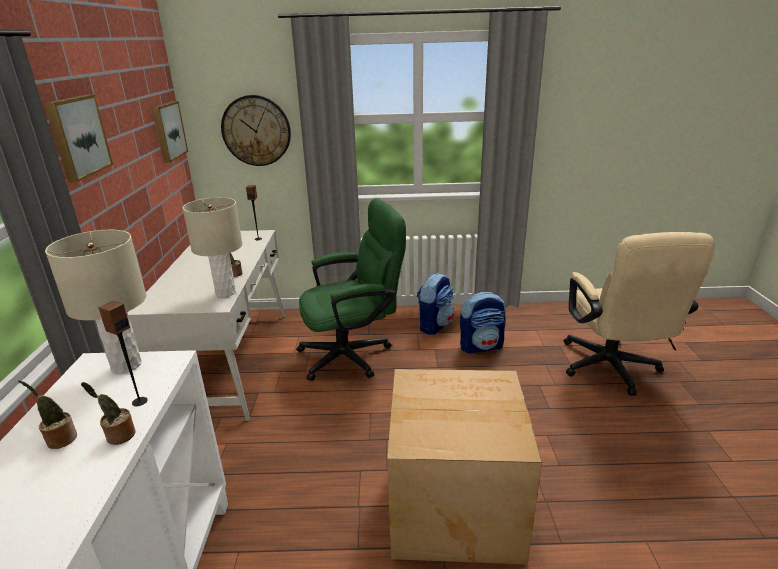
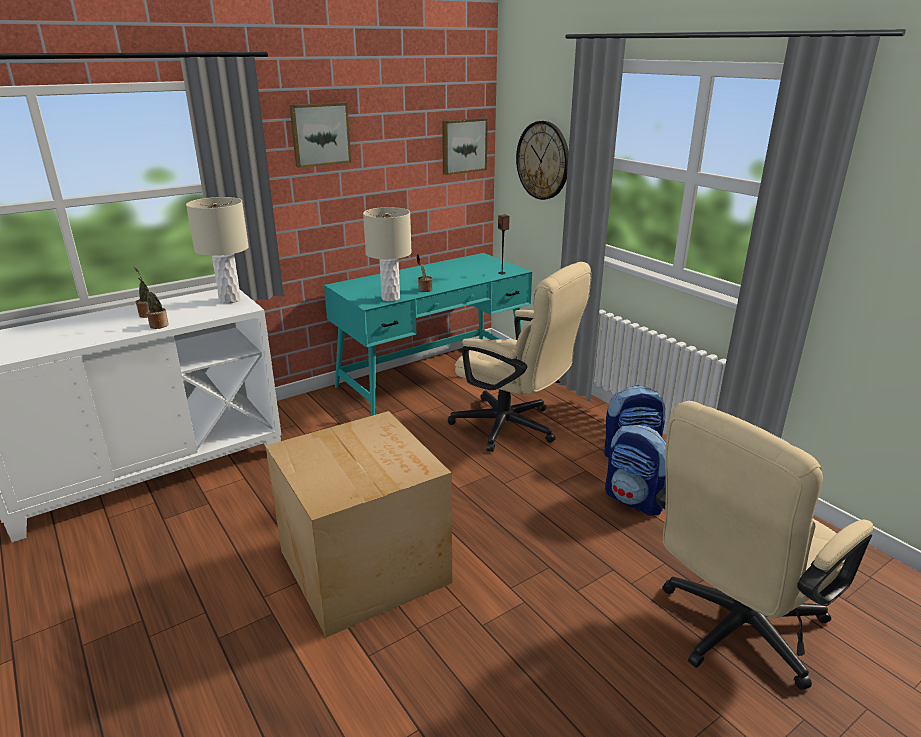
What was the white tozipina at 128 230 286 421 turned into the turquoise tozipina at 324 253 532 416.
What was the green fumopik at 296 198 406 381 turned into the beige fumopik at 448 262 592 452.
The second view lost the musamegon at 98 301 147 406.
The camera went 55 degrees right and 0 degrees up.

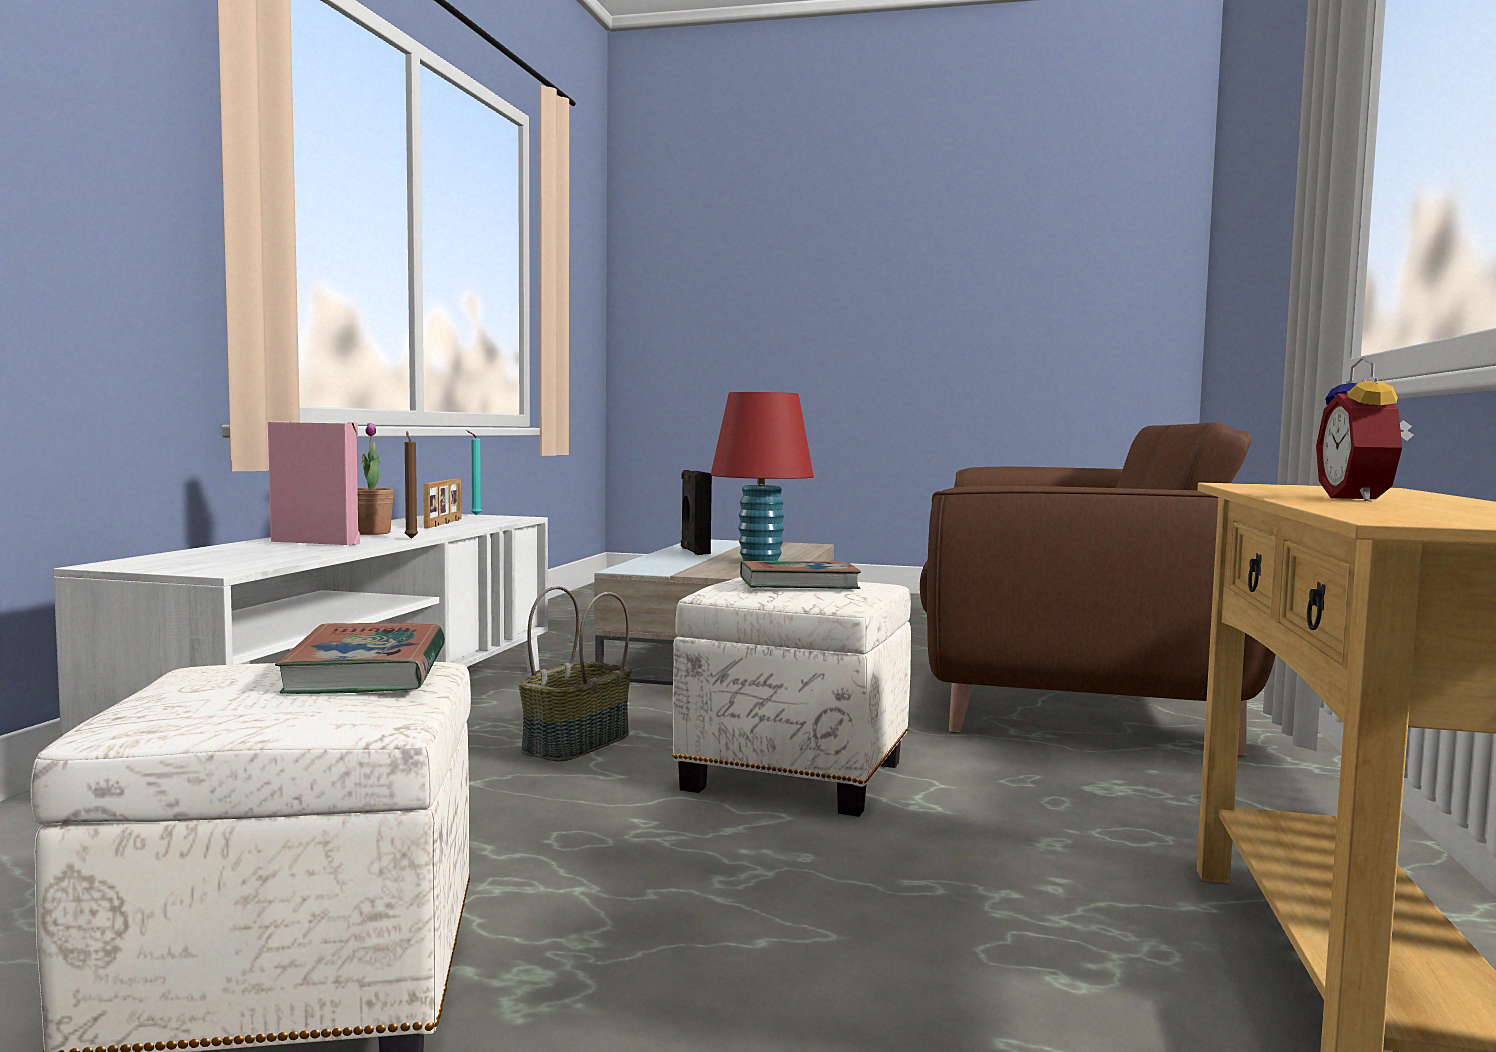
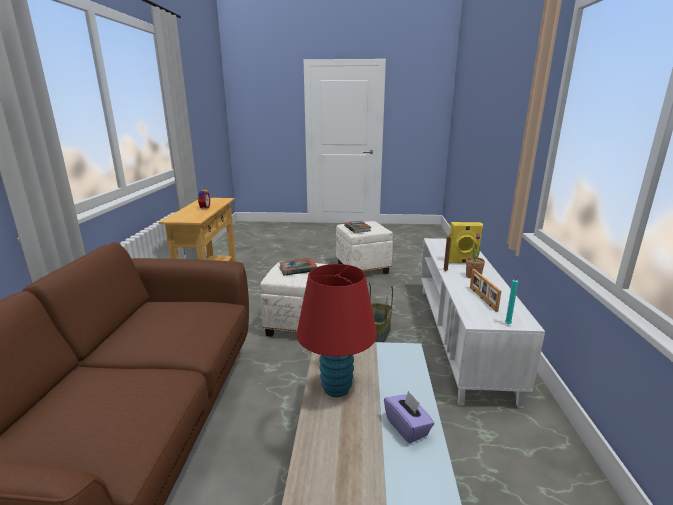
Where the black musamegon stood at 681 470 712 555, the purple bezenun came to stand at 384 391 434 443.
What was the pink musamegon at 268 421 360 545 turned into the yellow musamegon at 449 222 483 263.
The camera went 170 degrees right and 15 degrees up.

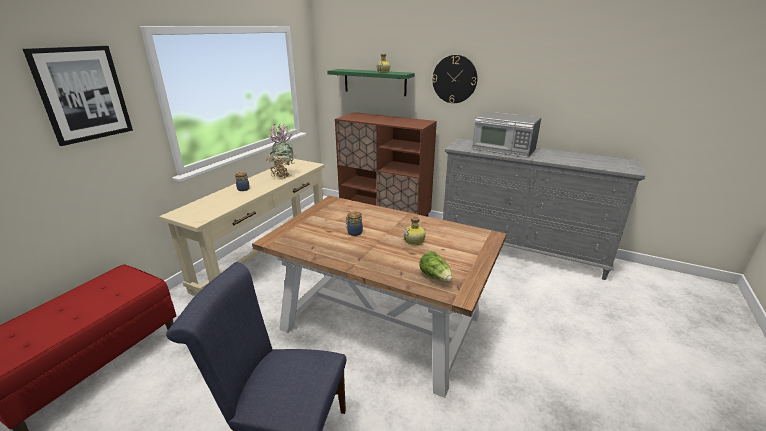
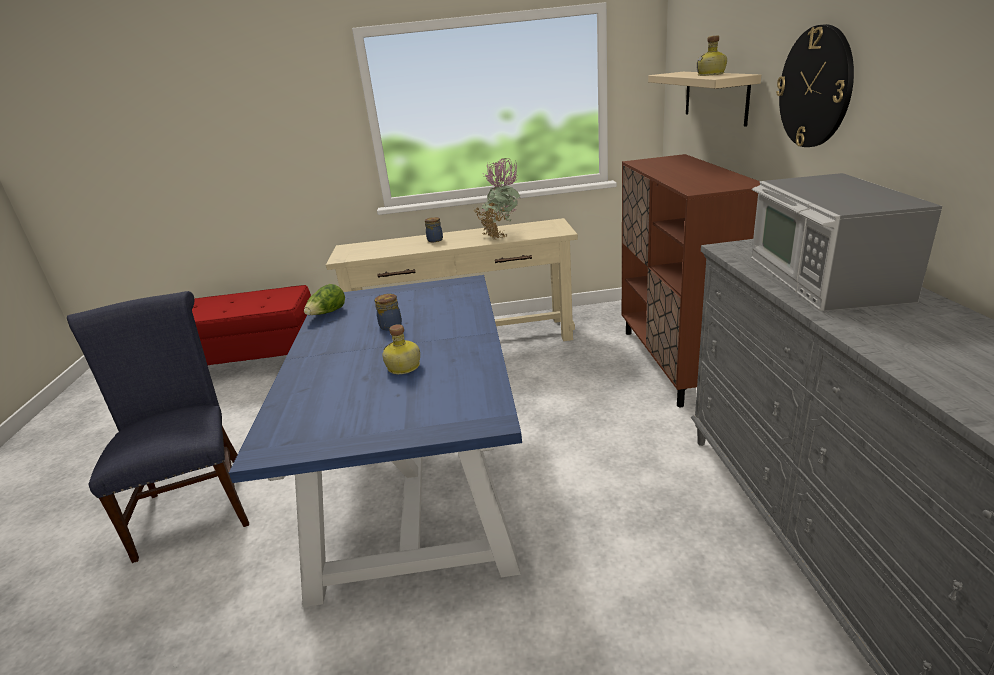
What was the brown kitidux at 252 196 507 398 turned into the blue kitidux at 229 275 522 607.
The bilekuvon ended up elsewhere, having gone from 419 251 452 282 to 304 284 345 315.
What was the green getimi at 327 69 415 96 turned into the beige getimi at 648 72 761 127.
The second view lost the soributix at 23 46 133 146.
The camera went 60 degrees right and 0 degrees up.

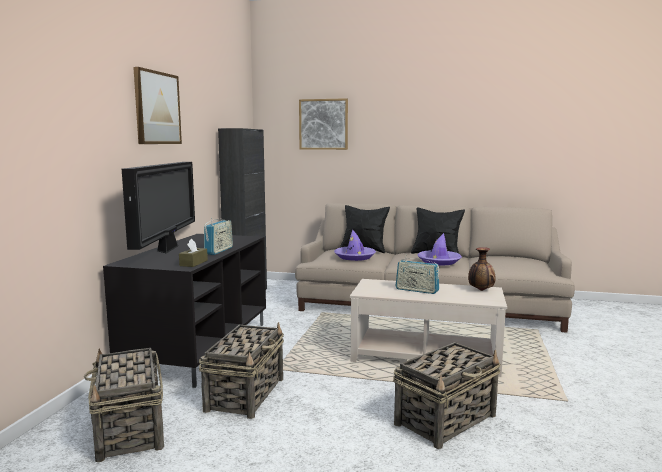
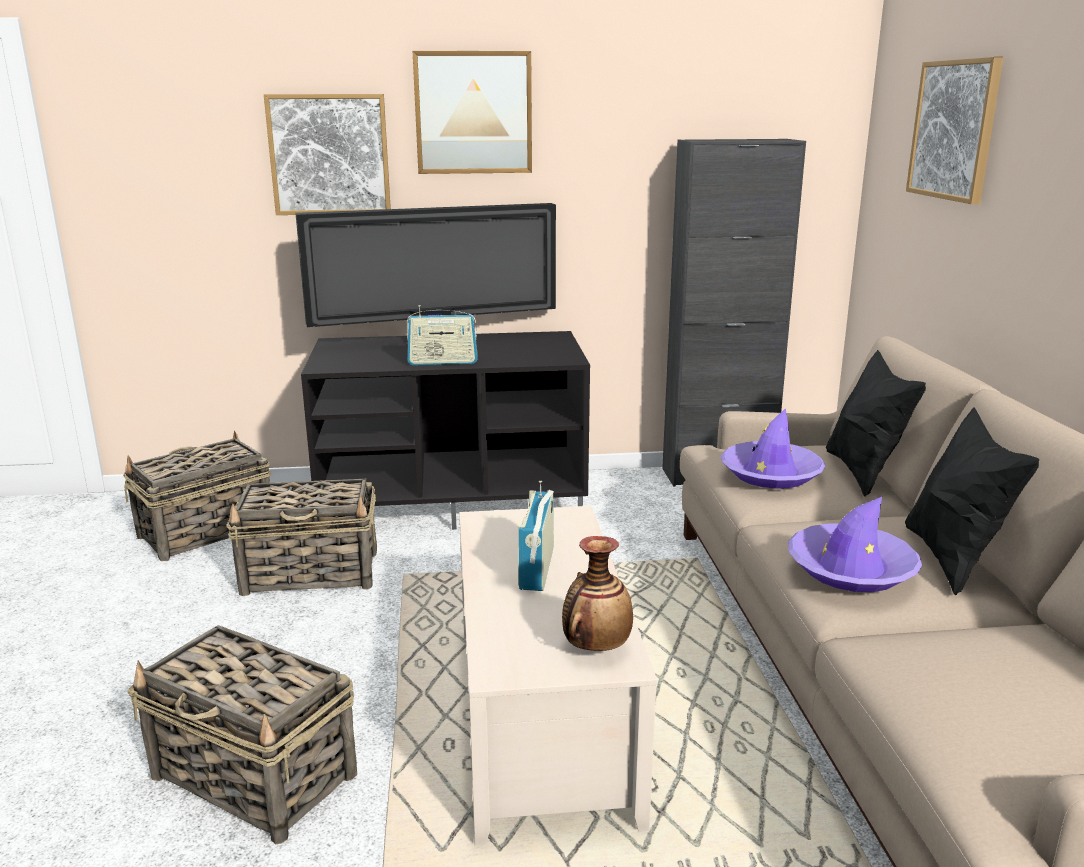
The second view gained the soributix at 264 94 391 215.
The second view lost the brown bezenun at 179 239 208 267.
The camera went 70 degrees right and 10 degrees up.

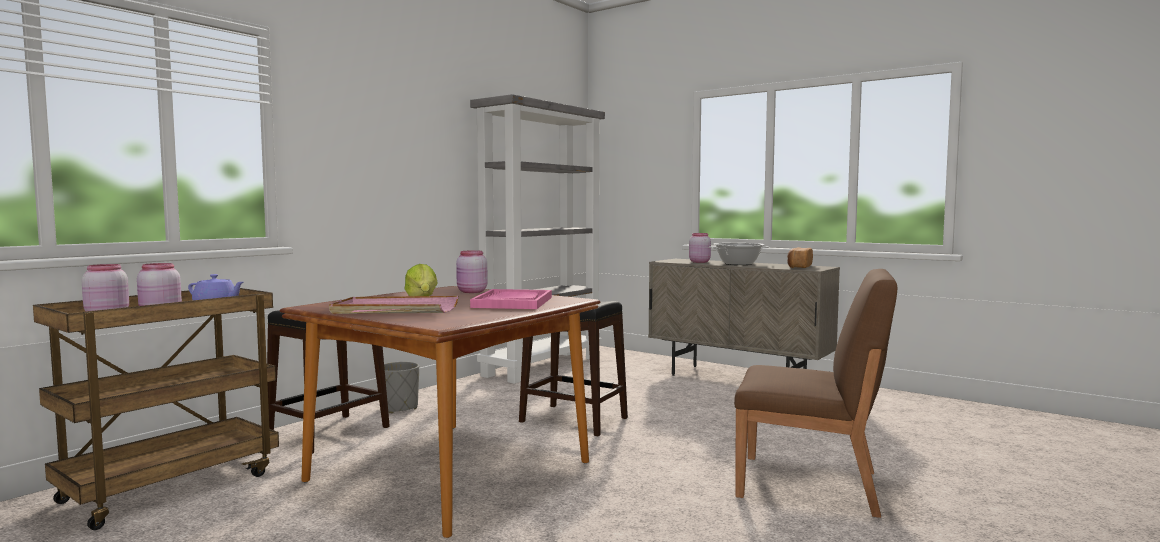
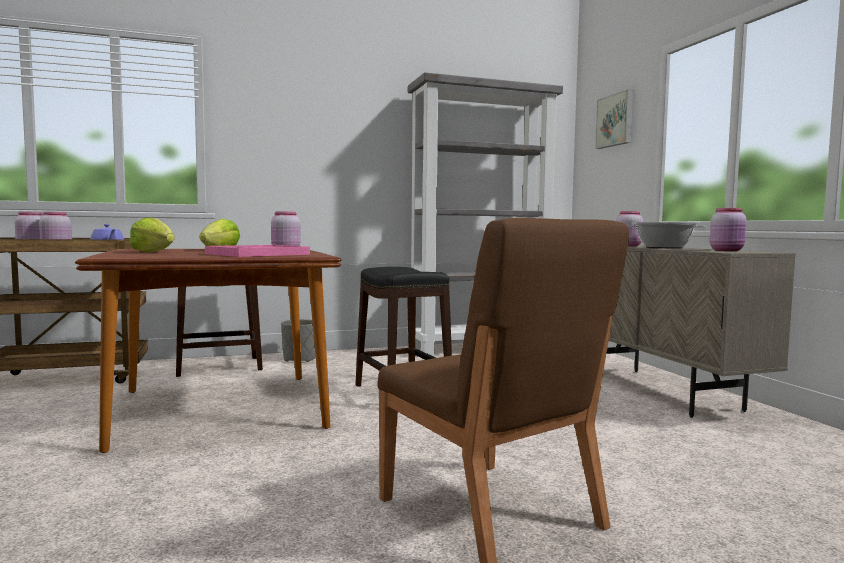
Where the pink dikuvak stood at 329 296 458 314, the bilekuvon came to stand at 130 218 175 252.
The second view gained the soributix at 595 89 633 149.
Where the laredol stood at 787 247 813 268, the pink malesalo came to stand at 710 208 746 251.
The camera went 35 degrees right and 0 degrees up.

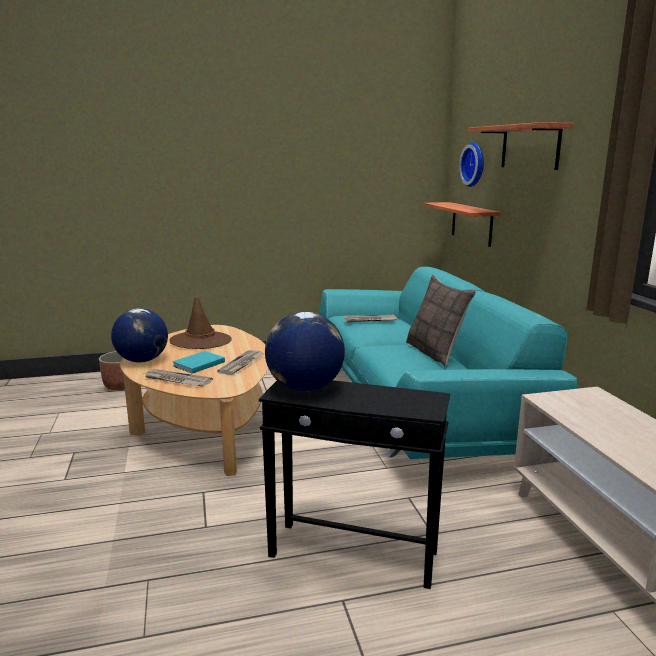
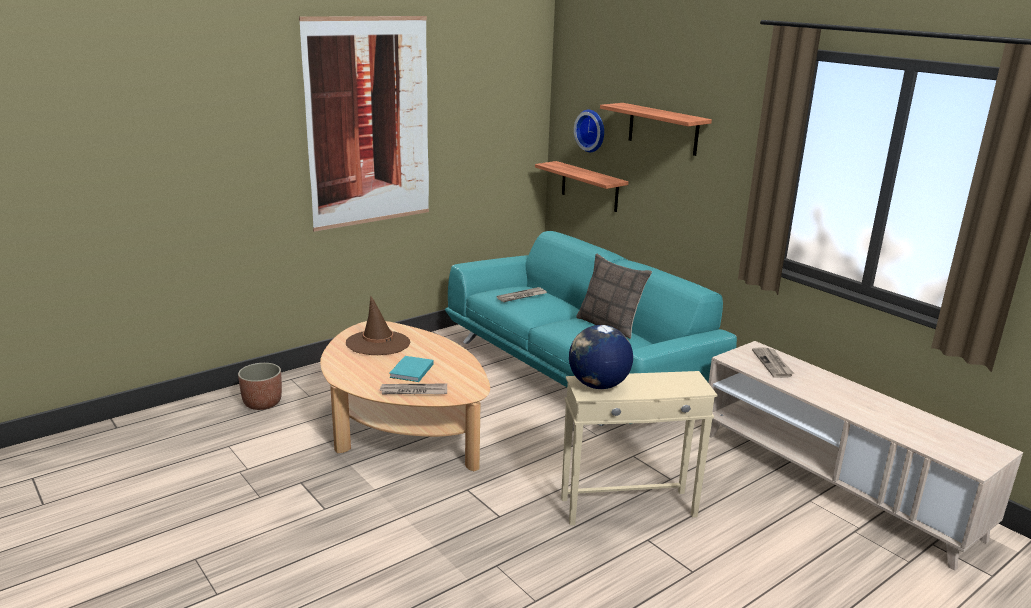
The second view gained the soributix at 299 16 429 232.
What was the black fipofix at 259 380 450 589 turned into the beige fipofix at 561 371 717 525.
The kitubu ended up elsewhere, having gone from 217 350 265 375 to 752 348 794 378.
The second view lost the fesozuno at 111 308 168 362.
The camera went 25 degrees left and 5 degrees up.

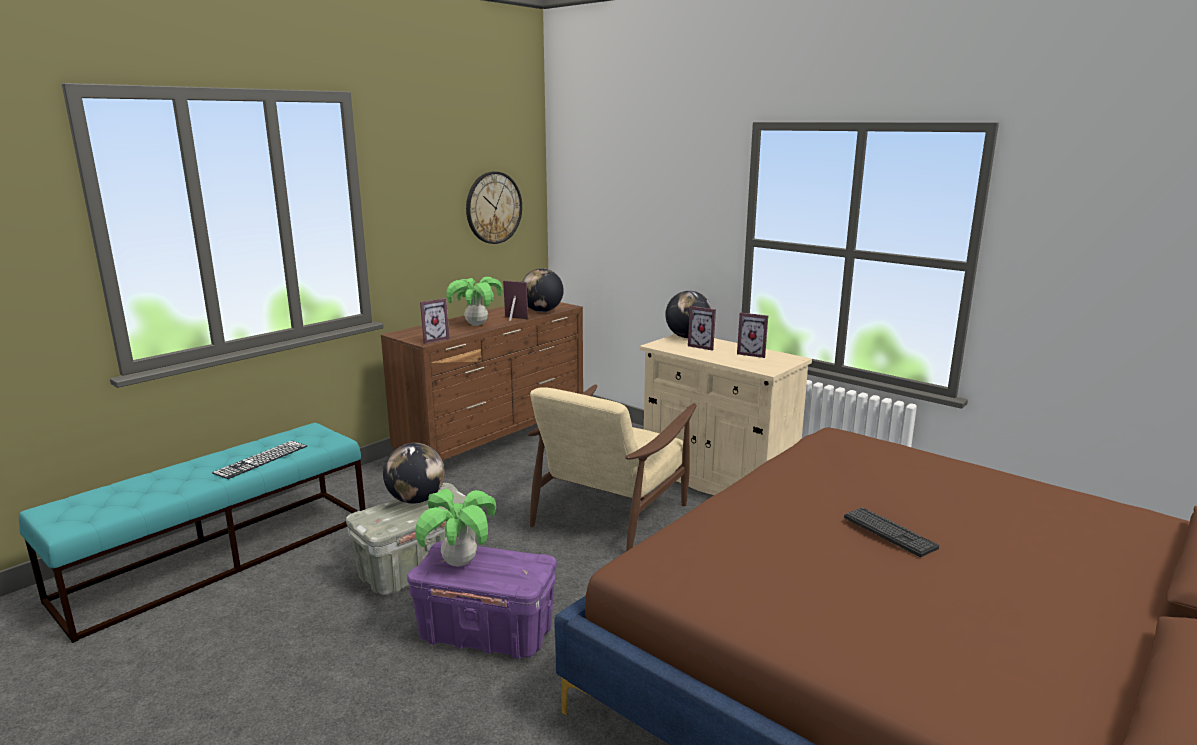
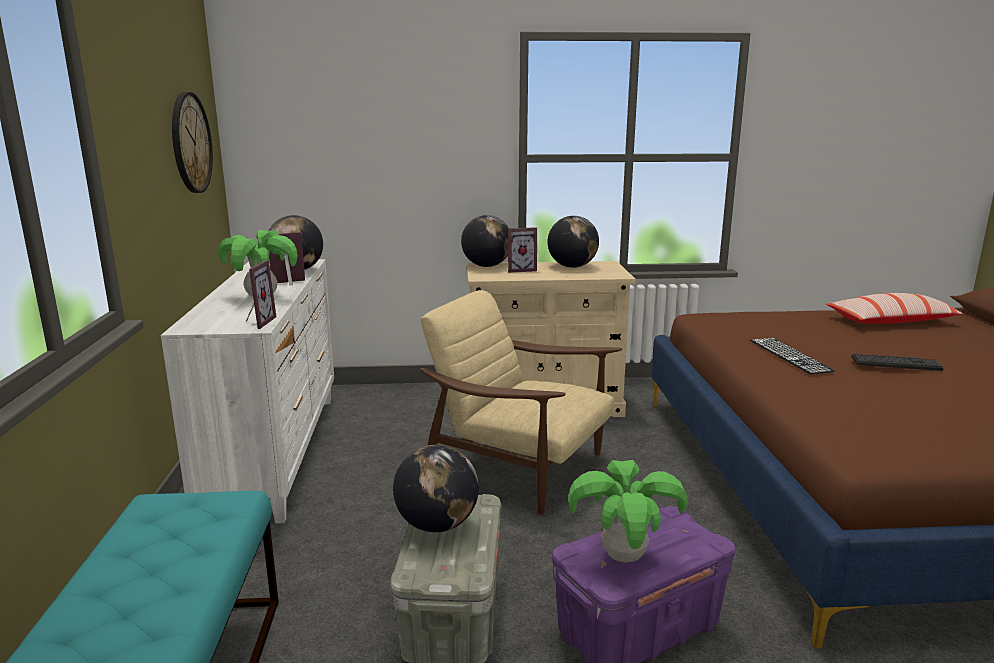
What was the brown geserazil at 381 302 583 460 turned into the white geserazil at 160 259 334 524.
The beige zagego at 528 385 697 551 ended up facing another way, 135 degrees clockwise from before.
Where the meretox stood at 737 312 768 358, the fesozuno came to stand at 548 216 599 268.
The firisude ended up elsewhere, having gone from 212 441 307 479 to 750 338 835 374.
The second view gained the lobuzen at 826 293 963 324.
The camera went 45 degrees left and 0 degrees up.

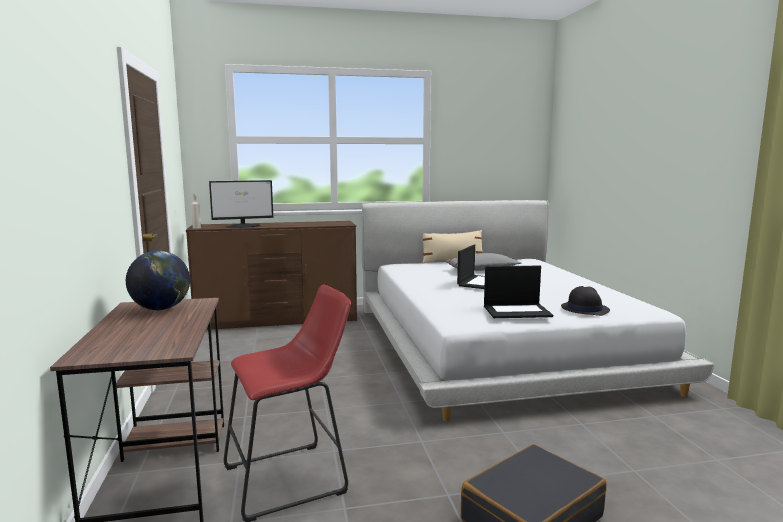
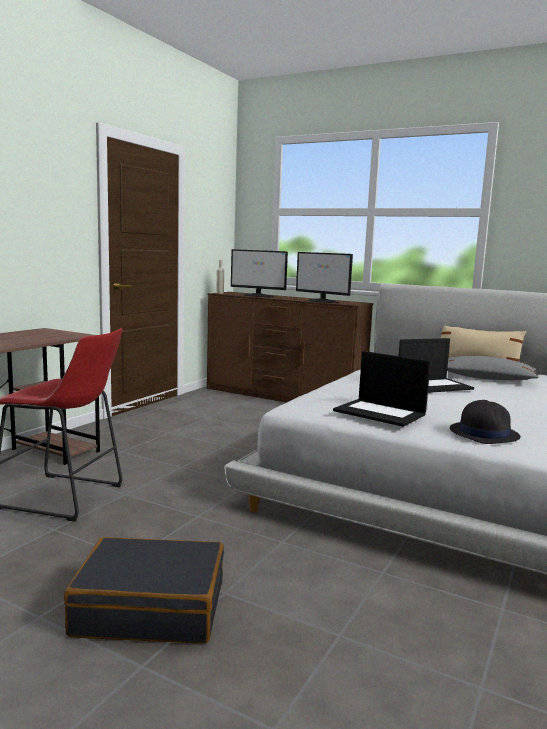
The second view gained the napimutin at 296 252 353 303.
The second view lost the fesozuno at 126 251 190 311.
The camera went 40 degrees right and 0 degrees up.

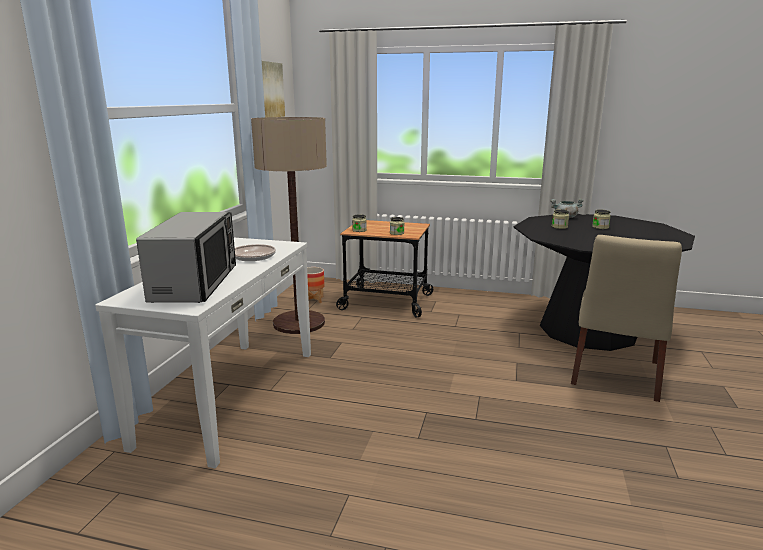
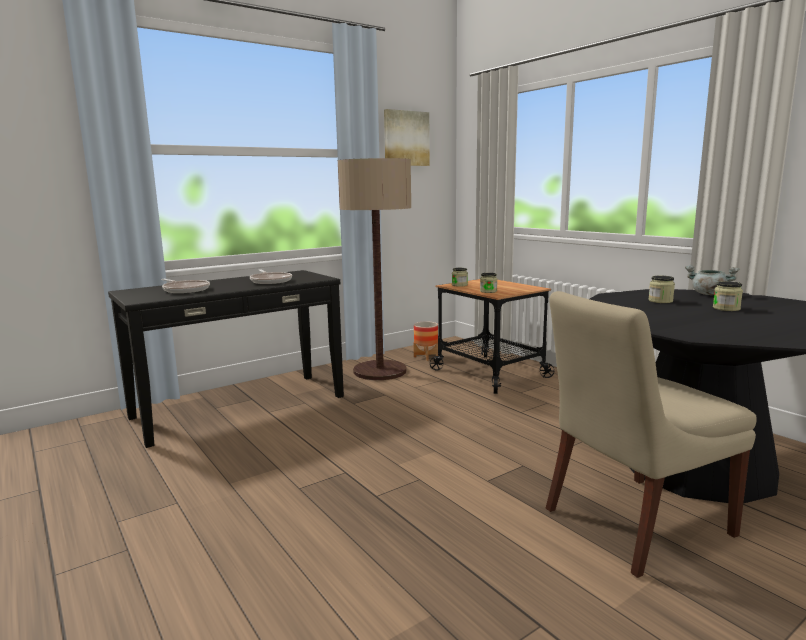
What was the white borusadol at 95 238 311 468 turned into the black borusadol at 108 270 344 448.
Where the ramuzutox stood at 136 212 236 303, the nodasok came to stand at 161 279 210 293.
The camera went 40 degrees right and 5 degrees down.

